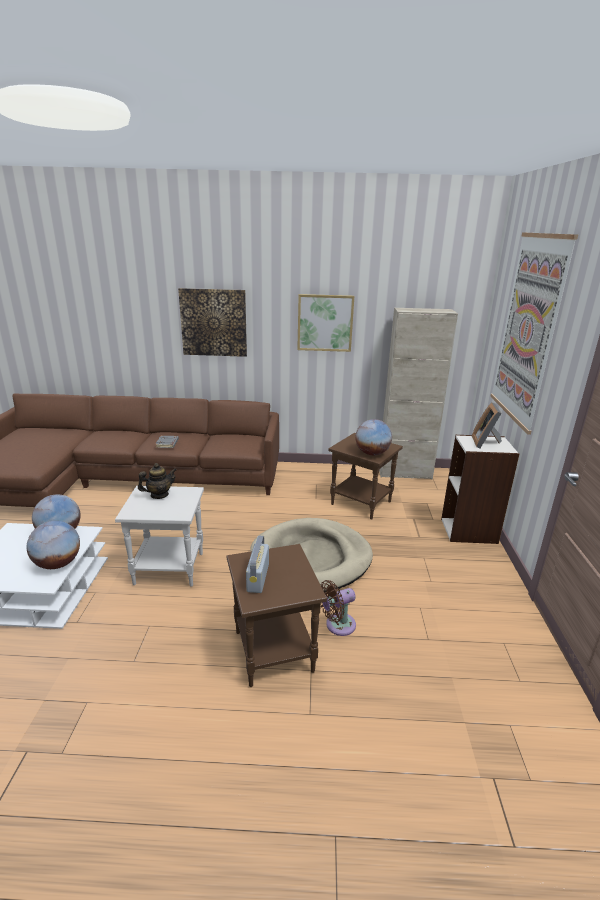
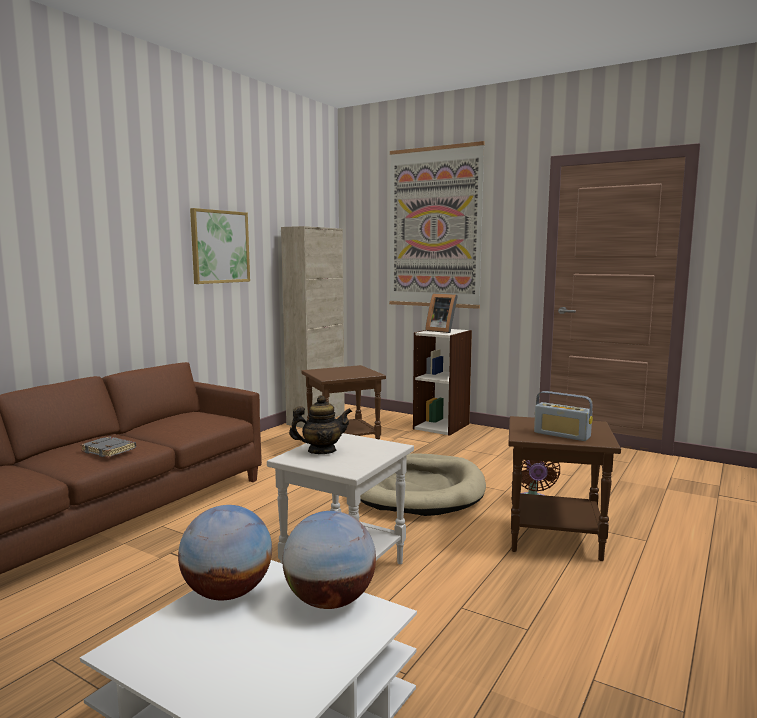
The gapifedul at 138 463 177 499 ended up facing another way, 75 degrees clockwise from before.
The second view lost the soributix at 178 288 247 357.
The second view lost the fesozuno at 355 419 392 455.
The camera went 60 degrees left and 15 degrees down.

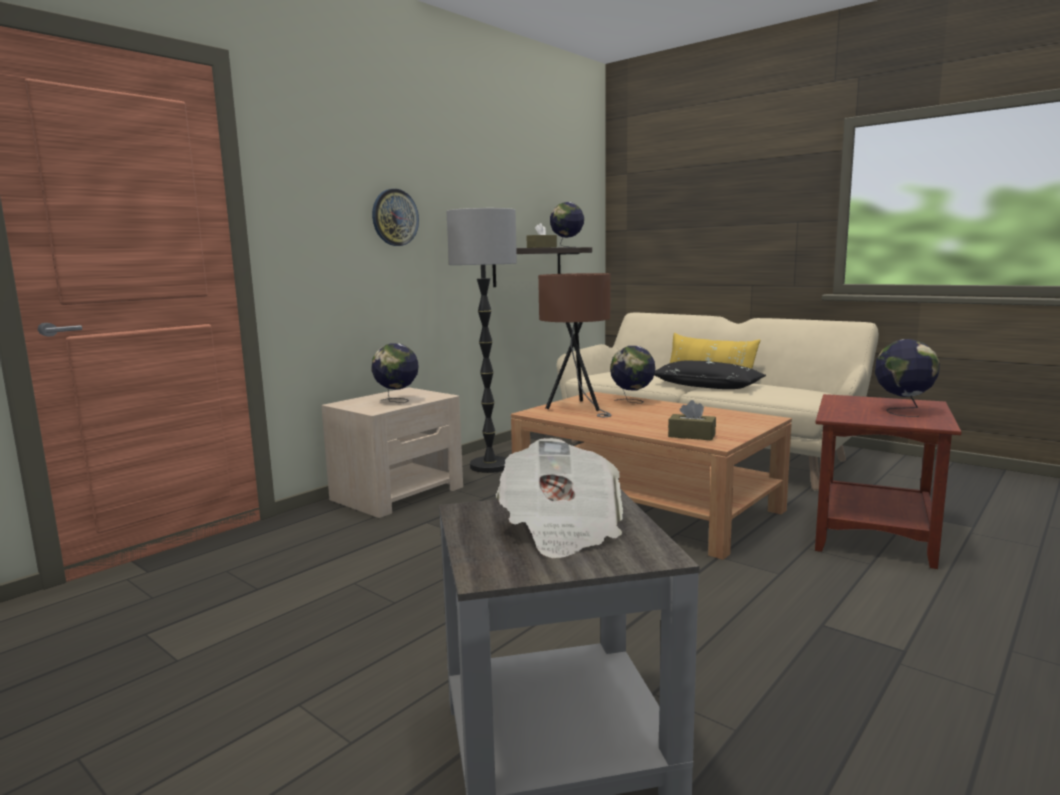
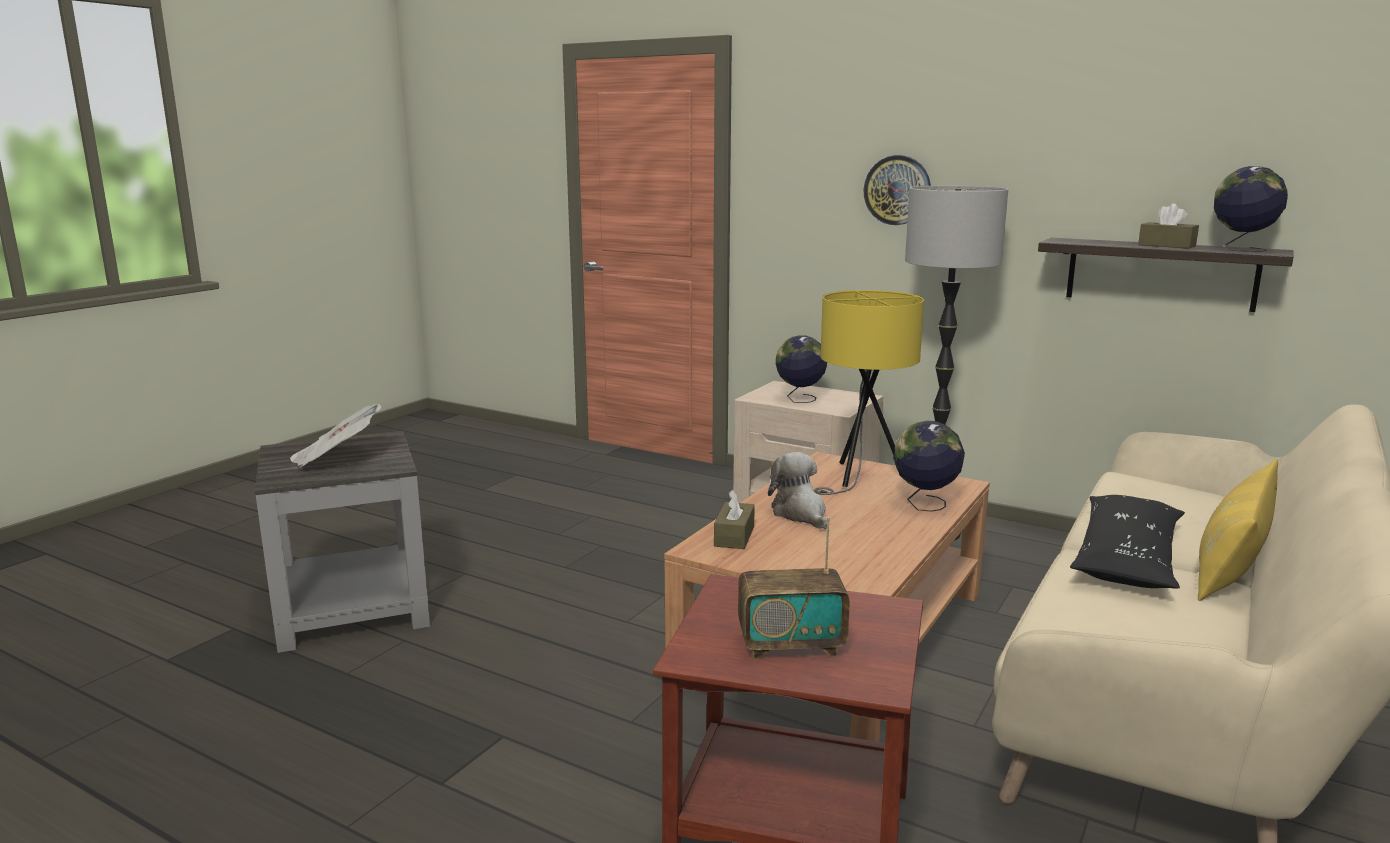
Where the fesozuno stood at 875 339 940 417, the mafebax came to stand at 738 517 850 659.
The second view gained the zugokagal at 768 452 828 529.
What was the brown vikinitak at 538 273 611 417 turned into the yellow vikinitak at 814 290 924 495.
The camera went 80 degrees right and 5 degrees up.

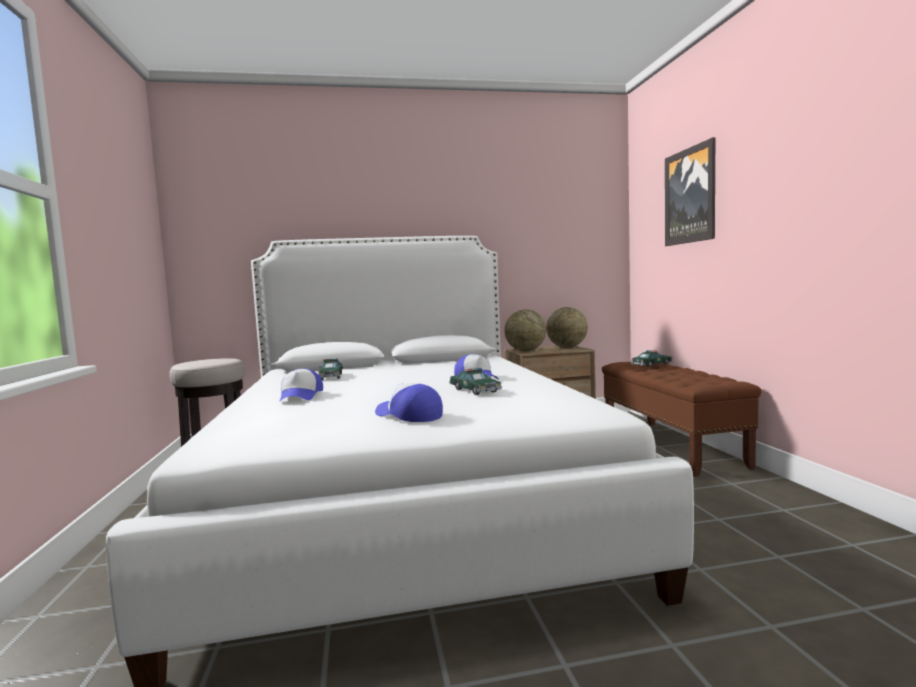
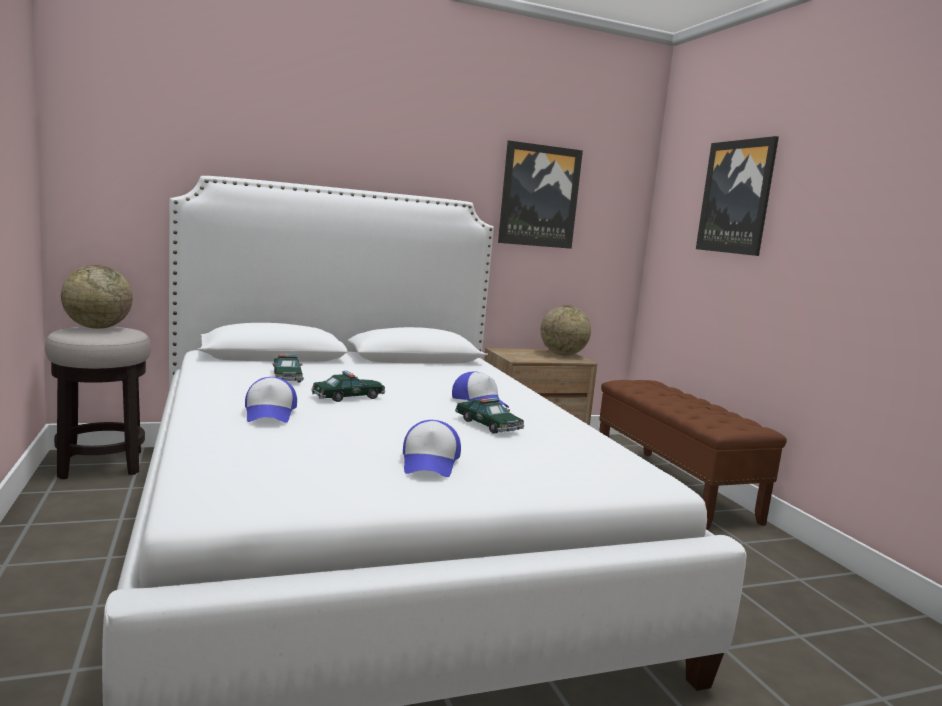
The fesozuno ended up elsewhere, having gone from 504 310 546 351 to 61 265 133 329.
The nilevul ended up elsewhere, having gone from 631 350 673 367 to 311 371 385 402.
The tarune at 375 383 443 422 ended up facing another way, 120 degrees counterclockwise from before.
The second view gained the soributix at 498 141 583 249.
The camera went 10 degrees left and 5 degrees up.

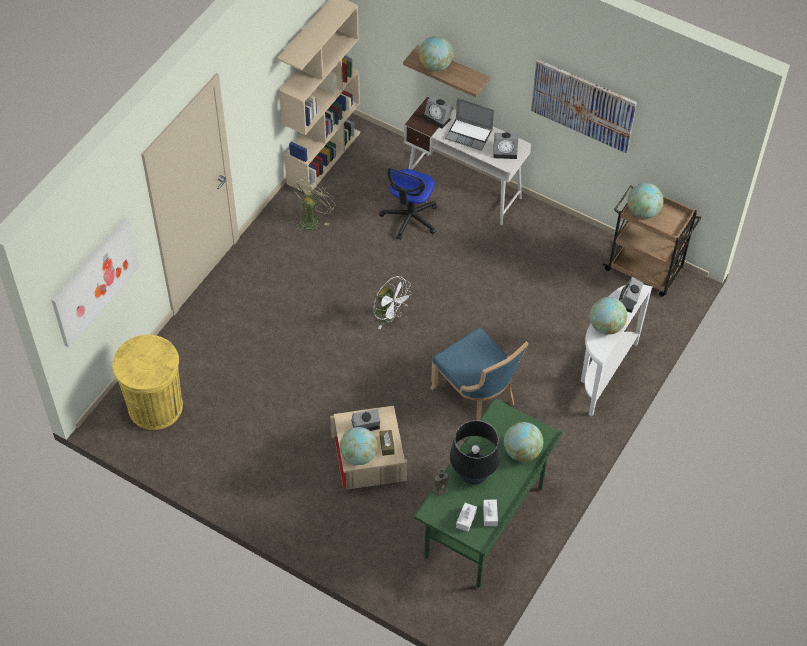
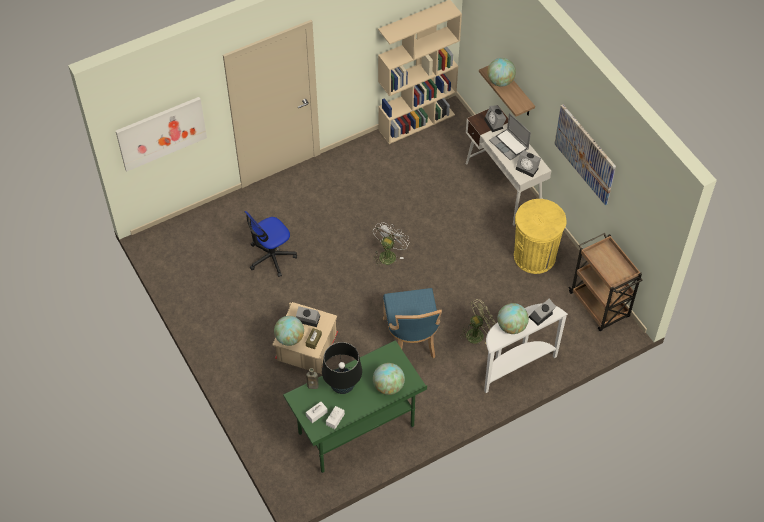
The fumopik ended up elsewhere, having gone from 379 168 437 240 to 245 211 297 277.
The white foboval at 373 276 412 329 ended up facing another way, 135 degrees counterclockwise from before.
The green foboval ended up elsewhere, having gone from 293 177 336 231 to 460 299 496 344.
The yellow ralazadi ended up elsewhere, having gone from 112 335 183 430 to 514 199 567 274.
The second view lost the fesozuno at 628 183 663 219.
The camera went 30 degrees right and 0 degrees up.

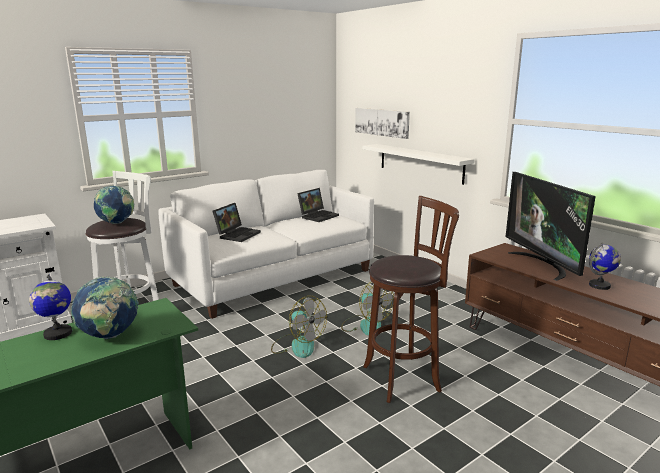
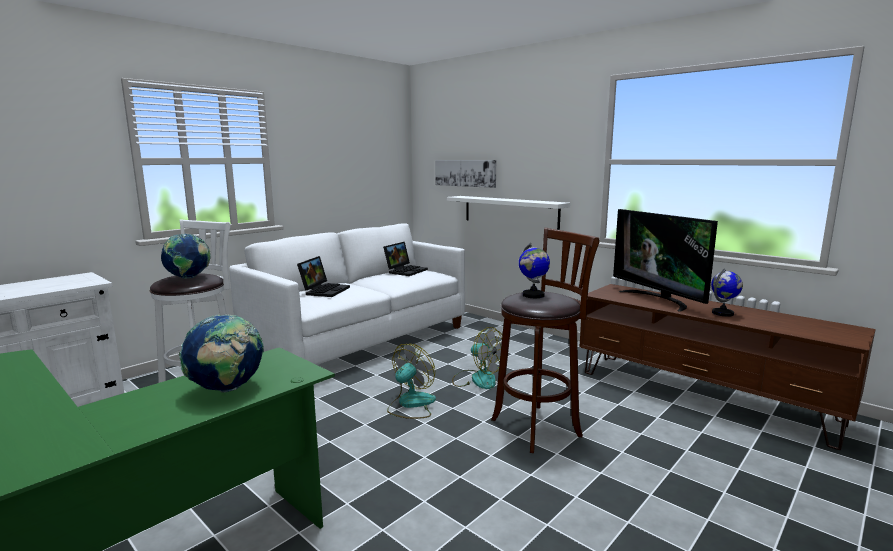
The foboval at 271 296 327 358 ended up facing another way, 90 degrees counterclockwise from before.
The fesozuno ended up elsewhere, having gone from 29 274 72 340 to 519 243 550 298.
The camera went 10 degrees left and 5 degrees down.

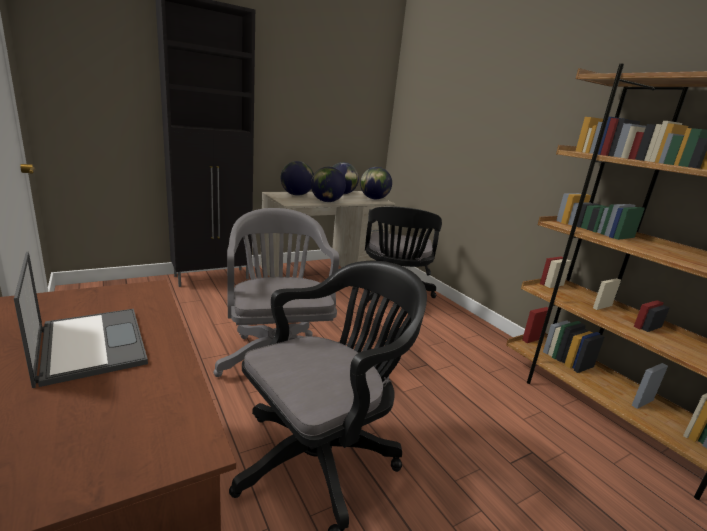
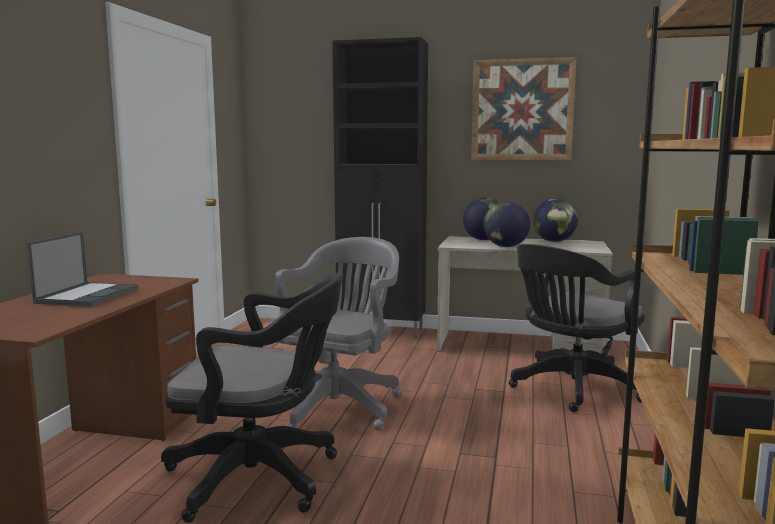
The second view gained the soributix at 471 57 576 160.
The second view lost the fesozuno at 360 167 392 199.
The camera went 45 degrees right and 10 degrees down.

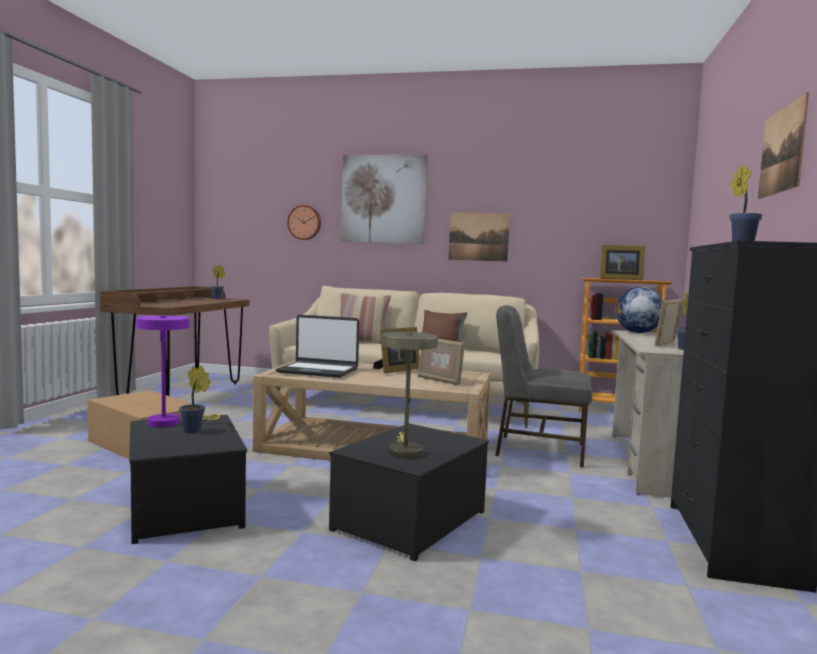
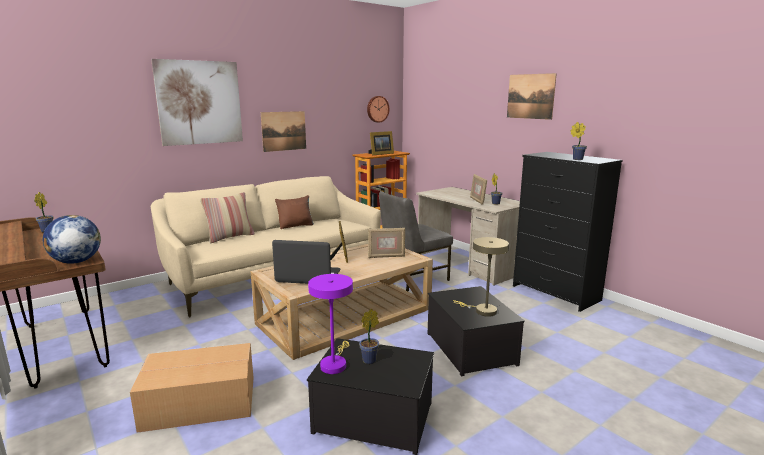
The fesozuno ended up elsewhere, having gone from 615 287 663 333 to 43 215 101 264.
The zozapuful at 276 315 359 378 ended up facing another way, 135 degrees counterclockwise from before.
The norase ended up elsewhere, having gone from 287 205 321 240 to 367 96 390 123.
The camera went 50 degrees left and 10 degrees up.

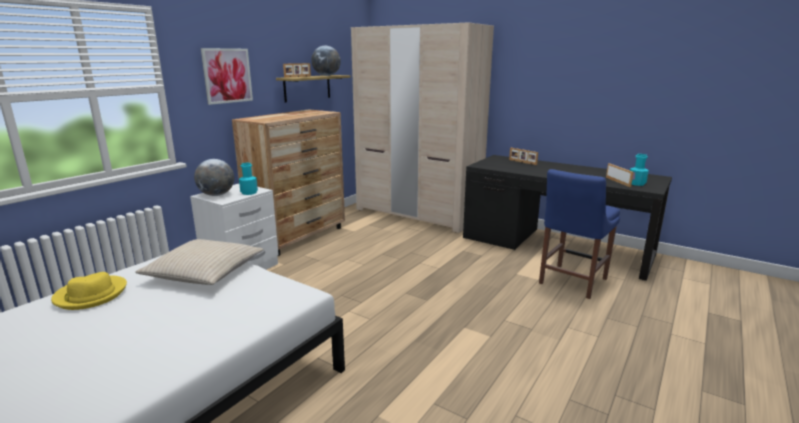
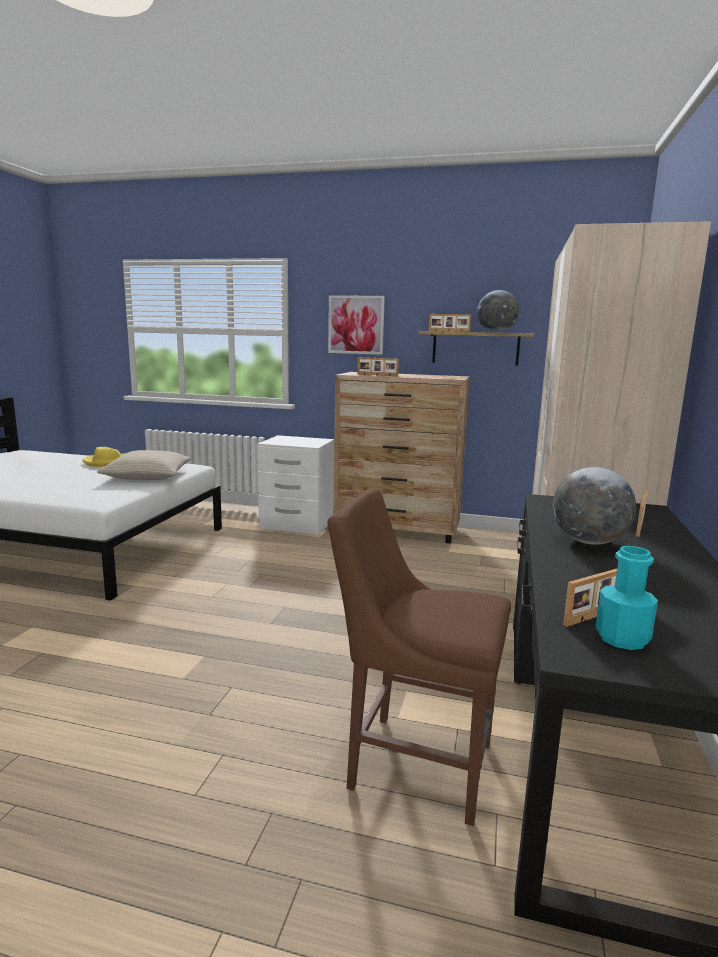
What was the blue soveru at 539 169 620 299 turned into the brown soveru at 327 488 511 826.
The second view gained the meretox at 357 357 399 376.
The fesozuno ended up elsewhere, having gone from 194 159 234 196 to 553 467 636 545.
The second view lost the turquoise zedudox at 239 163 258 195.
The camera went 70 degrees right and 5 degrees down.

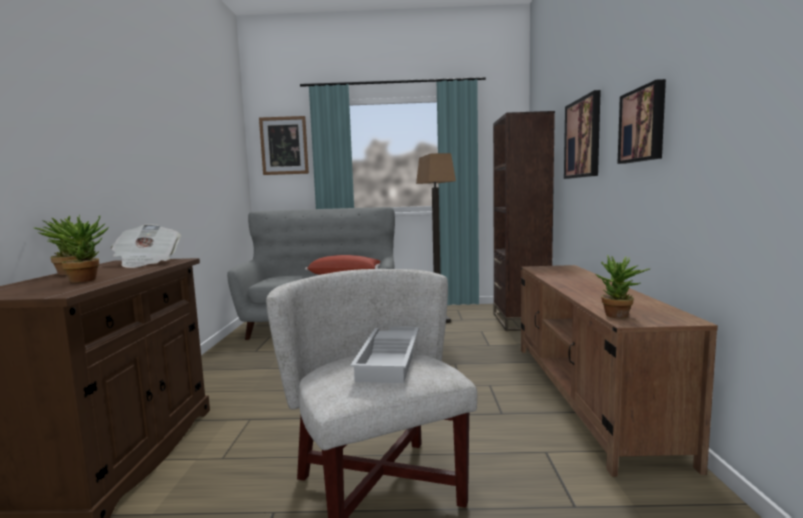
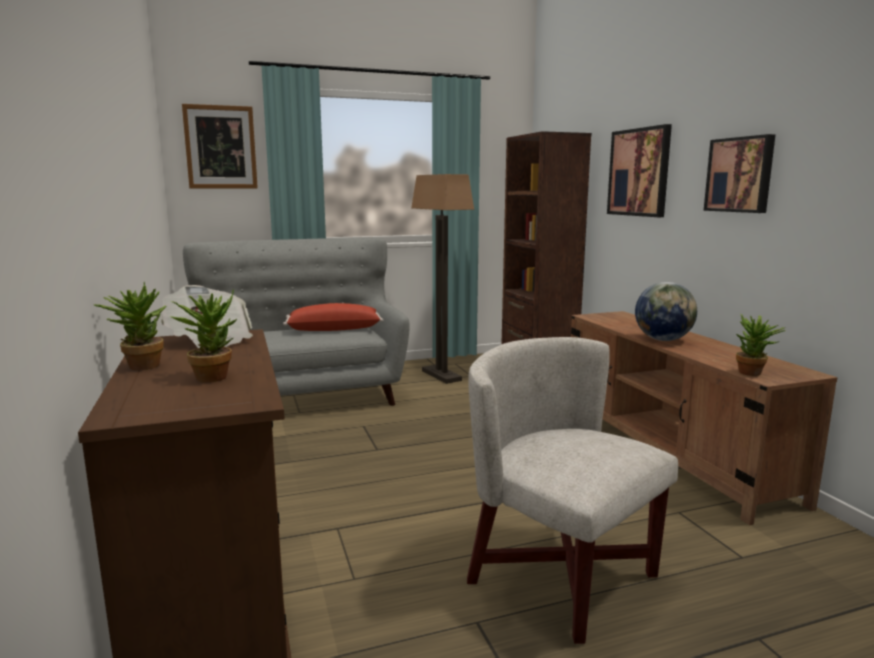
The second view gained the fesozuno at 635 282 697 341.
The second view lost the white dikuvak at 350 327 419 383.
The camera went 20 degrees left and 5 degrees up.

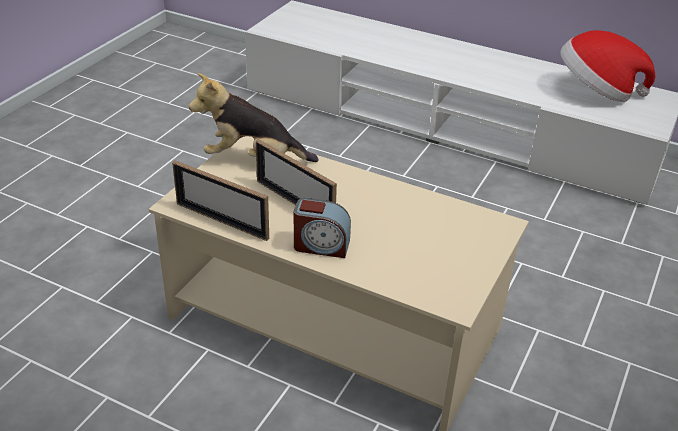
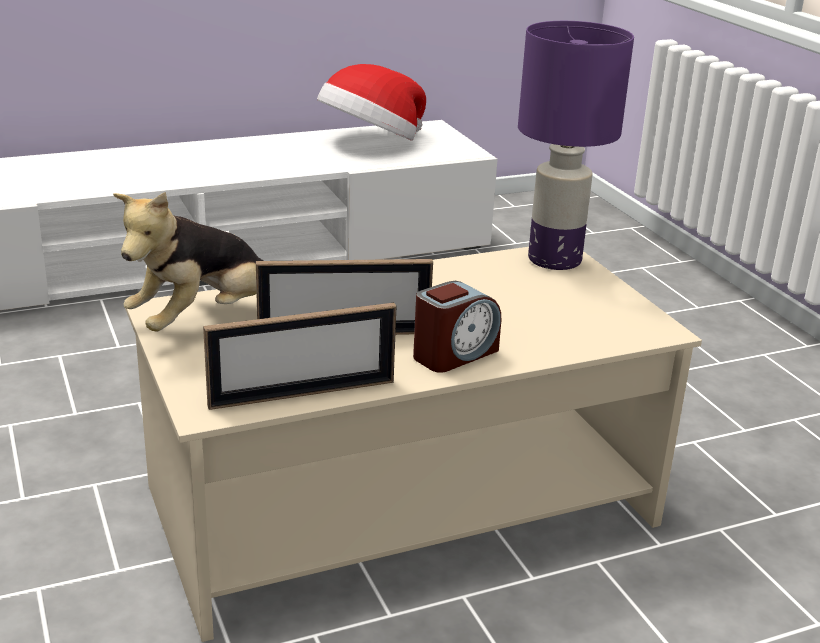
The second view gained the purple vikinitak at 518 21 634 270.
The camera went 50 degrees left and 10 degrees down.

